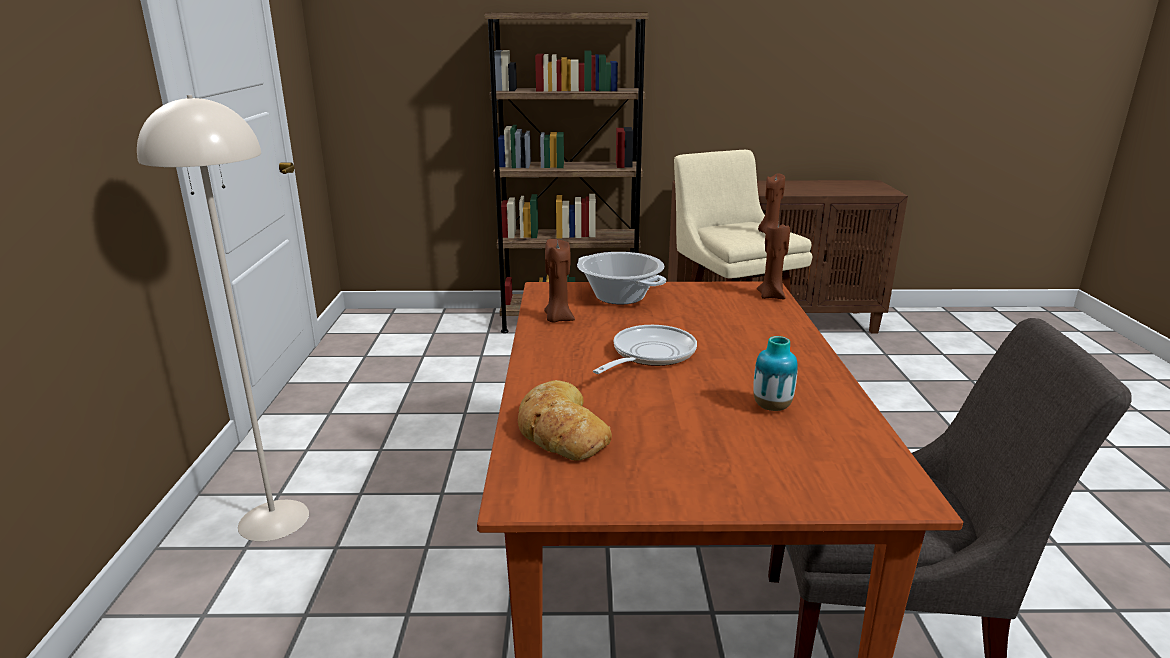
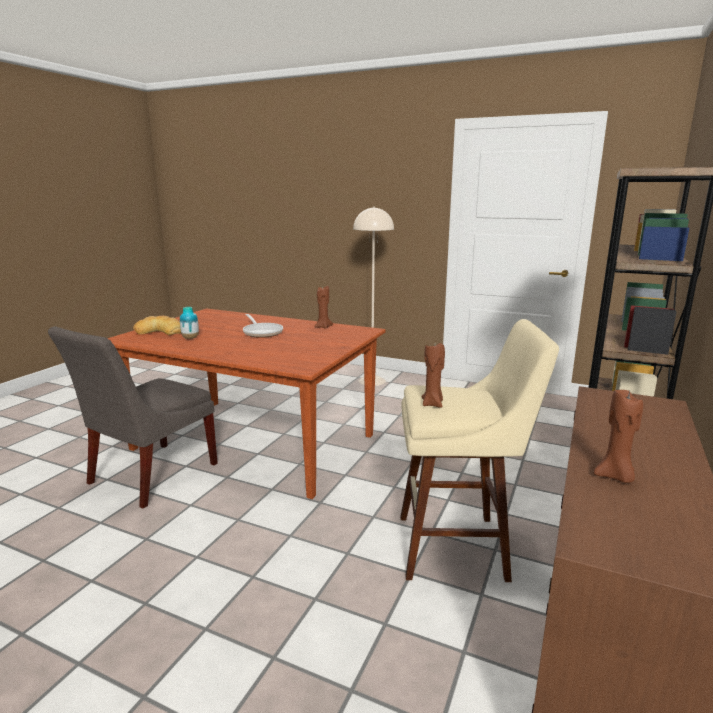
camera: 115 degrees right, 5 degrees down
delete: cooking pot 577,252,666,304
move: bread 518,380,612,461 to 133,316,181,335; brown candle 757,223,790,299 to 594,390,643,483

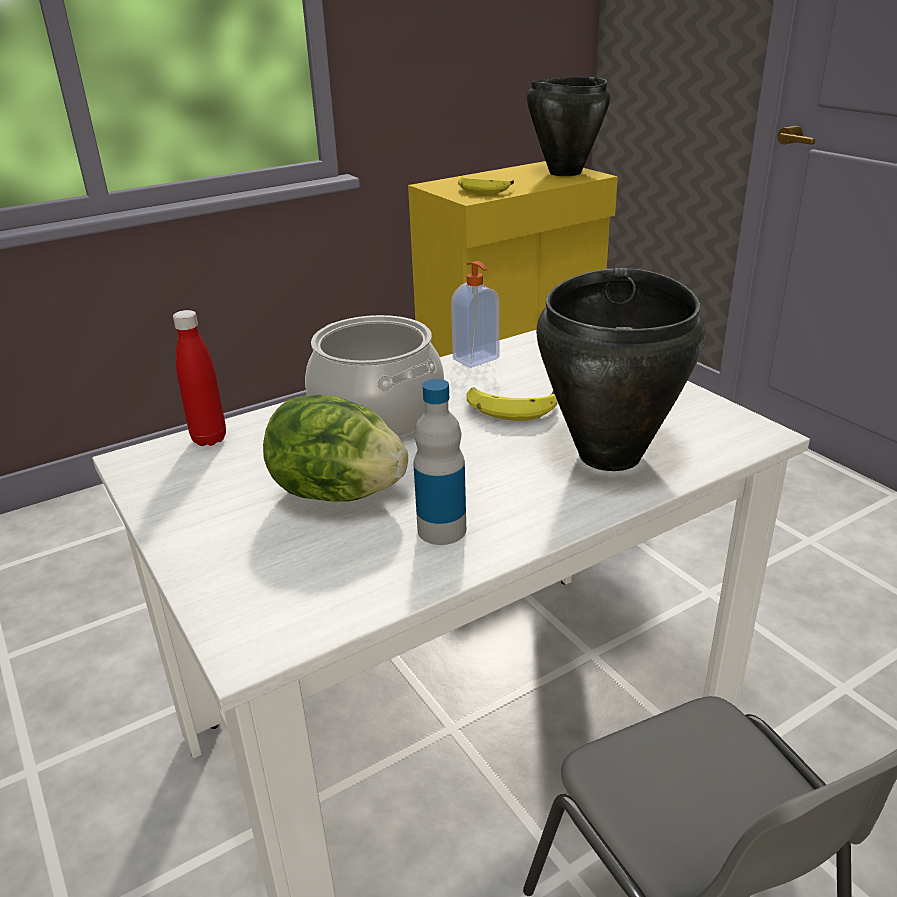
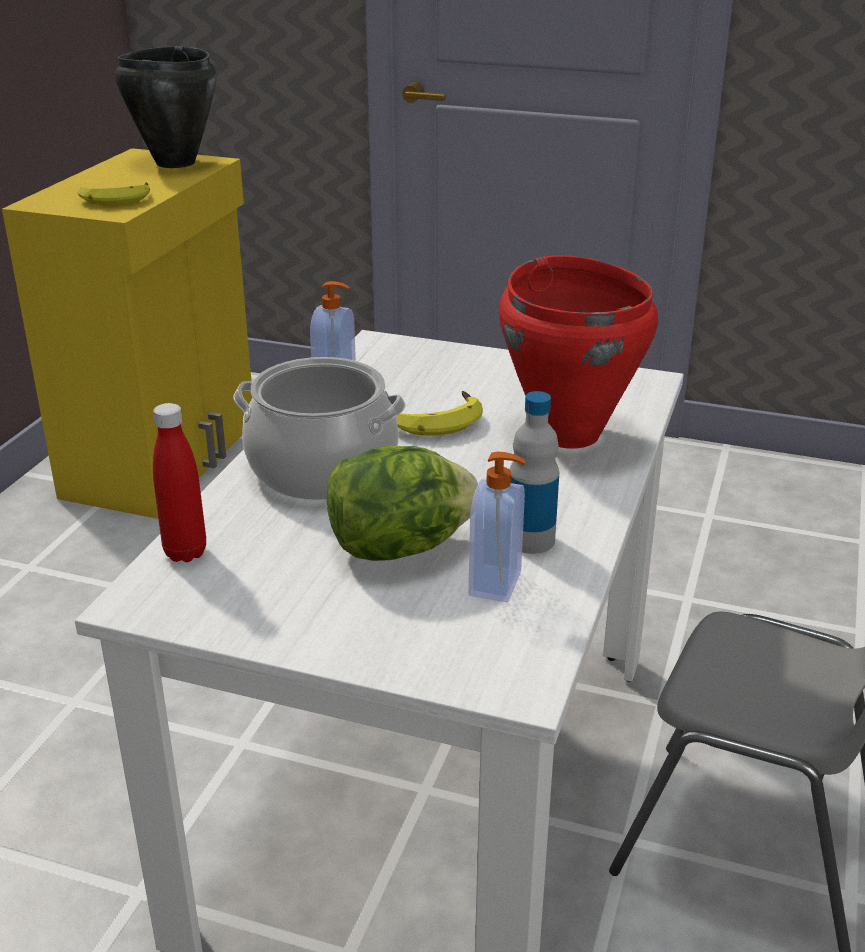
camera: 40 degrees left, 0 degrees up
insert: soap dispenser 469,452,526,602
recolor: black cooking pot 536,268,705,471 to red cooking pot 499,255,658,449

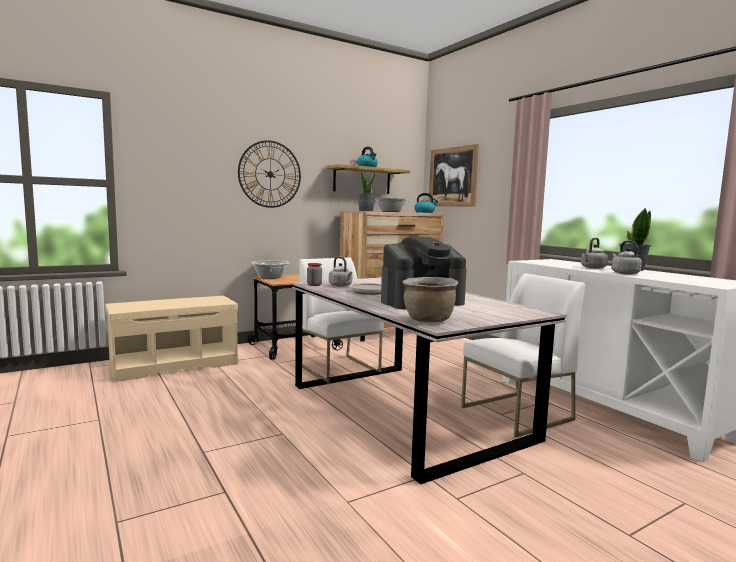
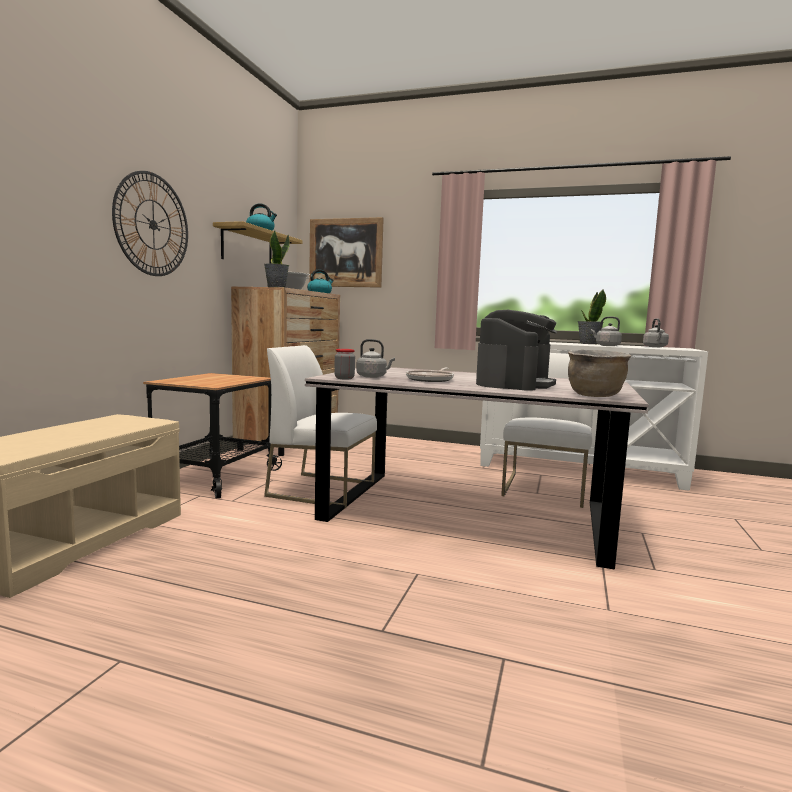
camera: 40 degrees left, 0 degrees up
delete: cooking pot 251,261,289,279
move: grey kettle 581,238,608,269 to 643,318,669,347

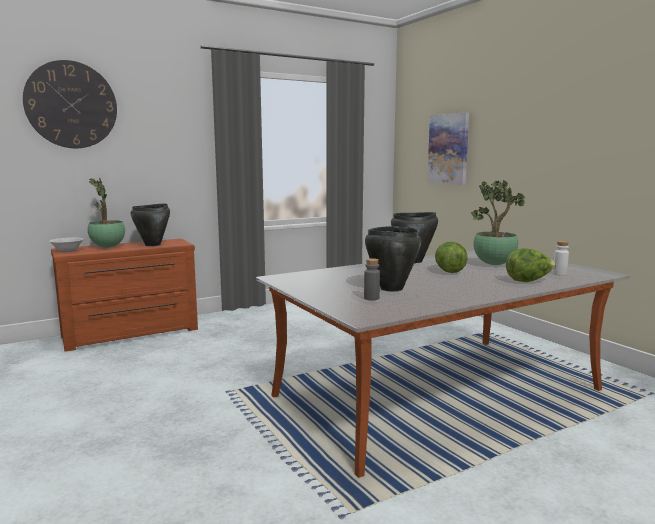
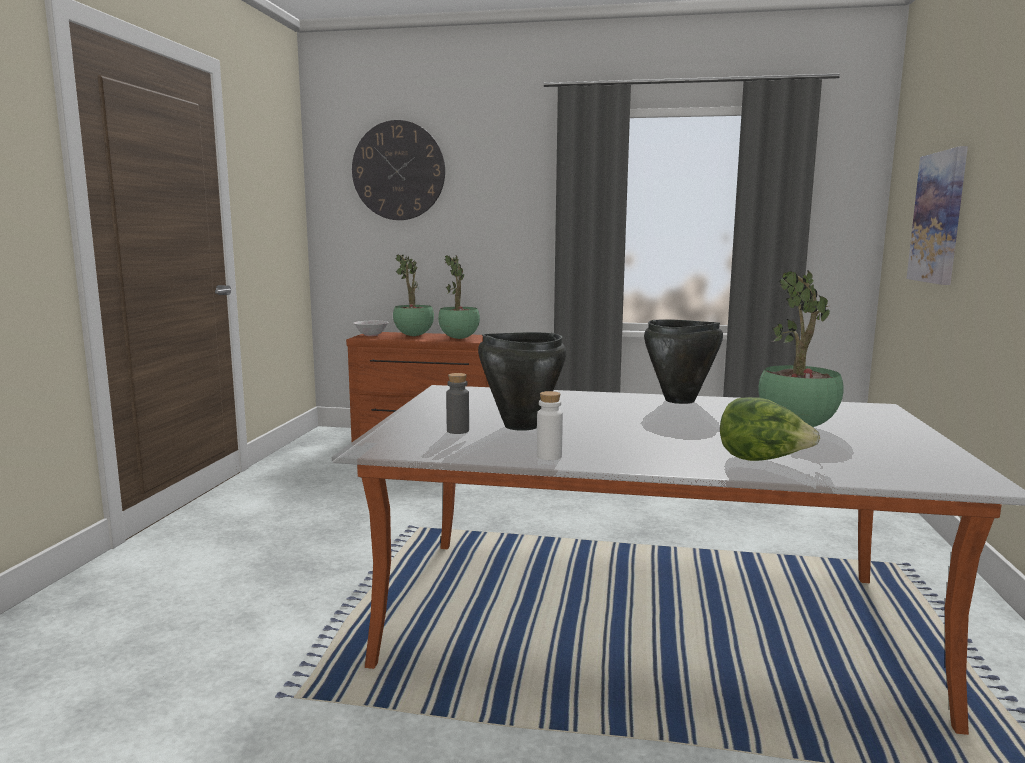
camera: 40 degrees right, 0 degrees up
delete: lettuce 435,242,468,273
move: white bottle 553,241,569,276 to 537,391,563,460
replace: black cooking pot 131,203,170,246 to potted plant 438,255,480,339

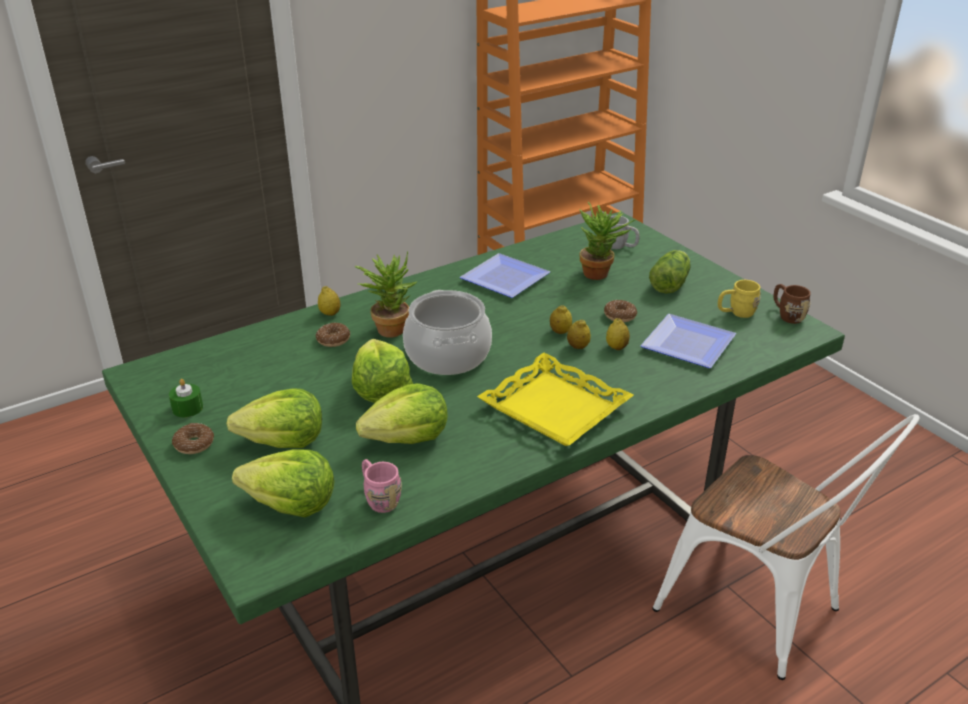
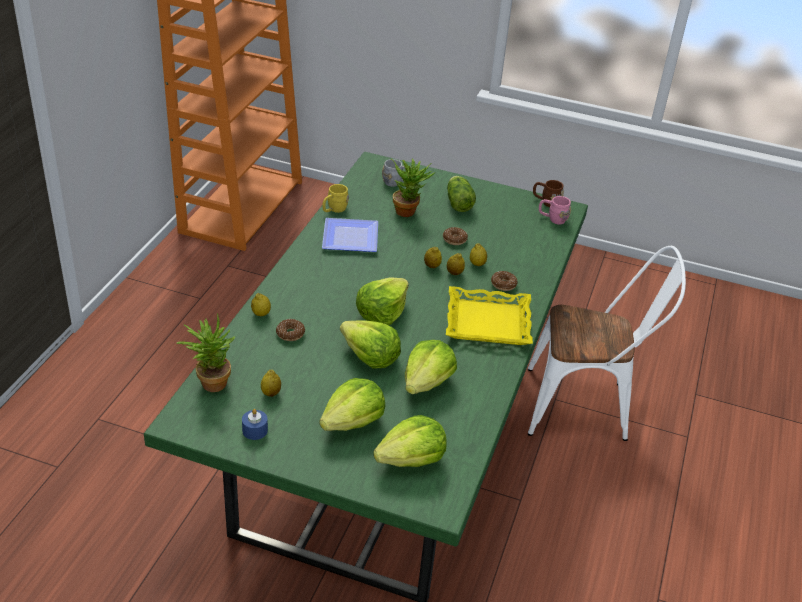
camera: 40 degrees left, 5 degrees up
delete: plate 640,314,736,368
insert: lemon 261,370,281,397
move: donut 172,423,214,454 to 491,271,518,291; potted plant 355,251,417,338 to 177,314,236,392; pink mug 362,459,402,513 to 539,196,571,224; yellow mug 718,280,761,318 to 322,184,349,213
replace: cooking pot 403,290,492,375 to lettuce 356,277,409,325
recolor: green candle 169,379,203,418 to blue candle 242,409,268,440

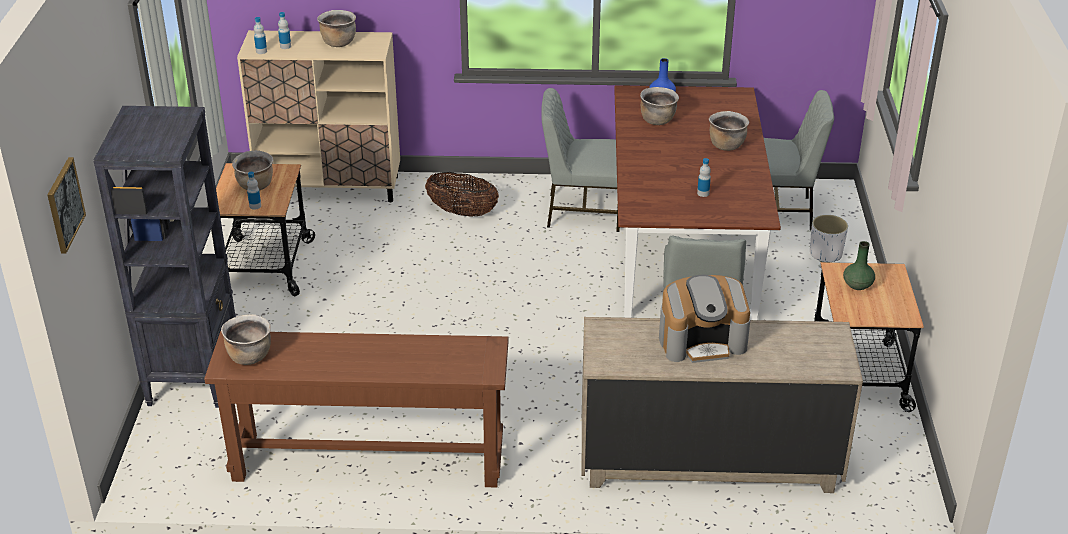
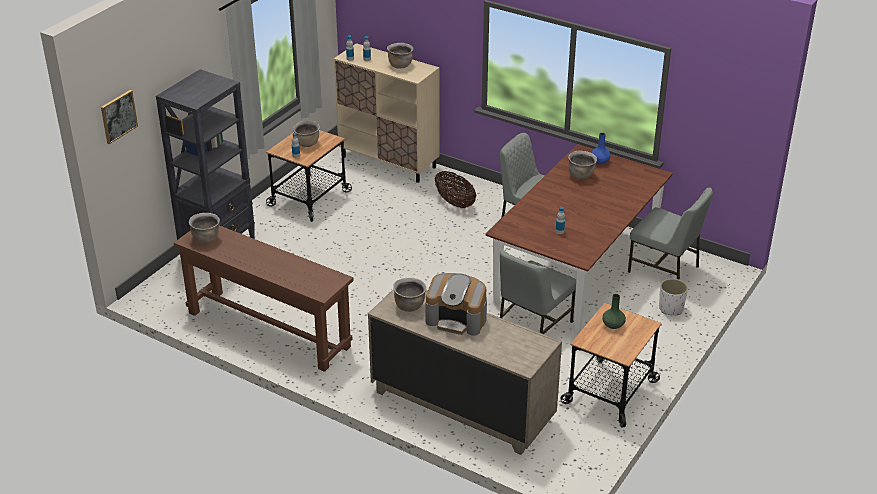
camera: 30 degrees right, 0 degrees up
move: brown cooking pot 709,111,749,151 to 393,278,426,312

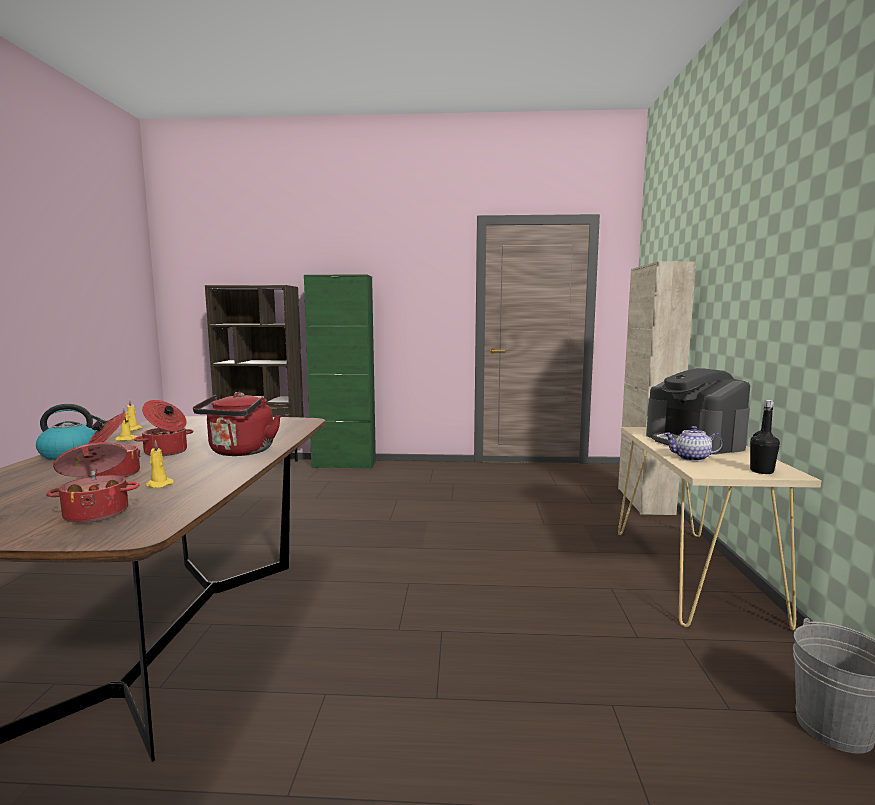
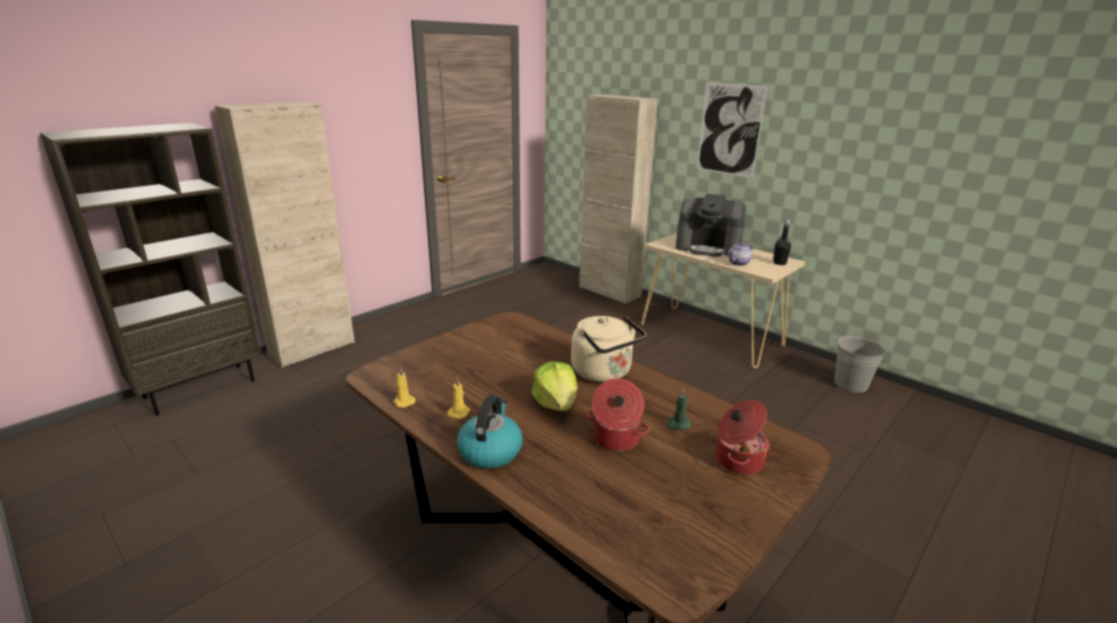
camera: 50 degrees left, 15 degrees up
insert: picture 697,82,768,178
replace: cooking pot 134,400,194,456 to lettuce 532,361,578,411
recolor: yellow candle 145,440,174,488 to green candle 667,388,691,430; red kettle 193,392,281,456 to beige kettle 571,316,646,382; green cabinet 304,274,376,469 to beige cabinet 214,101,355,368

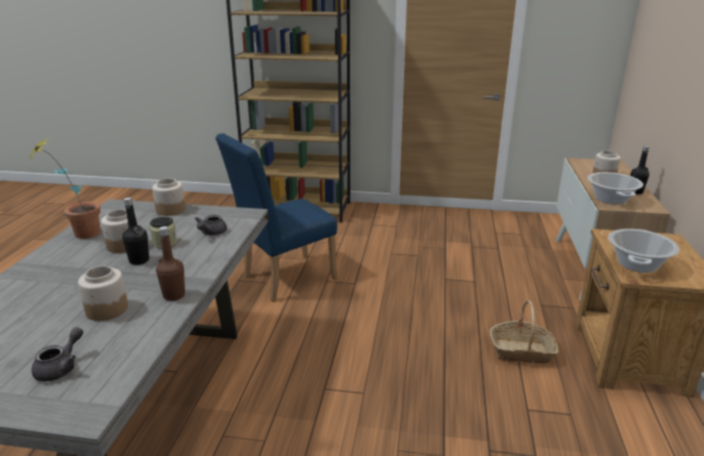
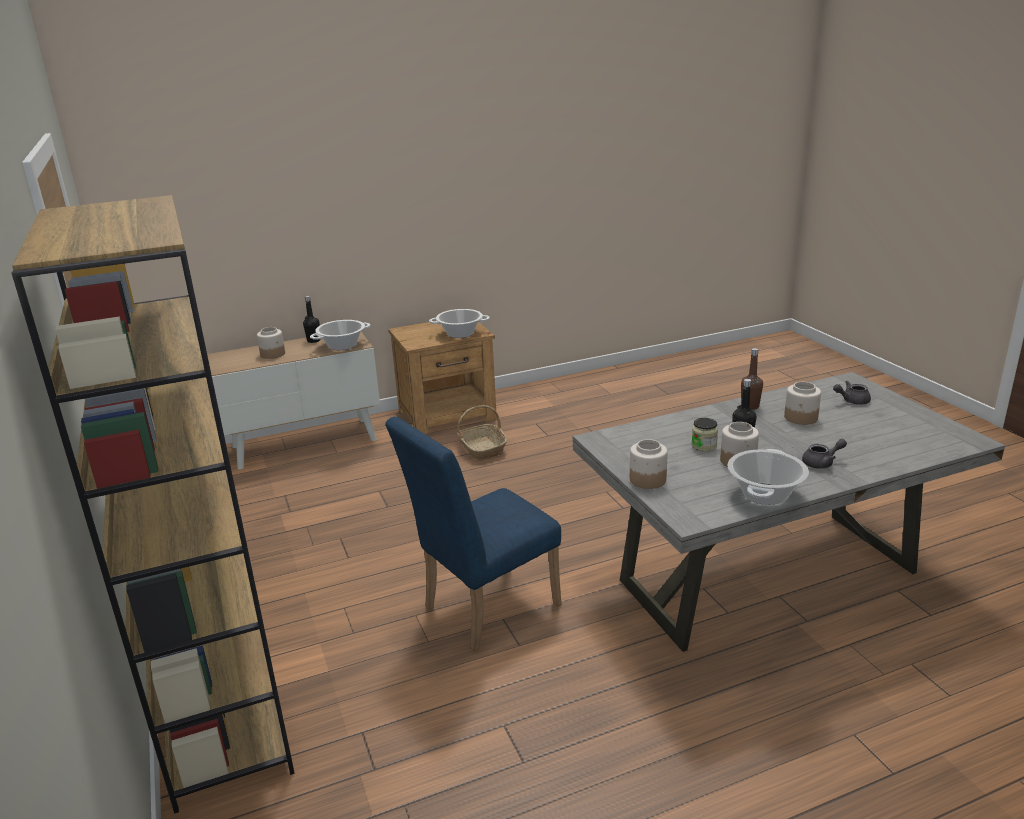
camera: 120 degrees left, 0 degrees up
move: grey teapot 195,215,227,235 to 802,439,847,469
replace: potted plant 27,137,101,239 to cooking pot 727,449,809,505
rotate: blue chair 216,133,337,302 = 385,416,561,651 120 degrees clockwise

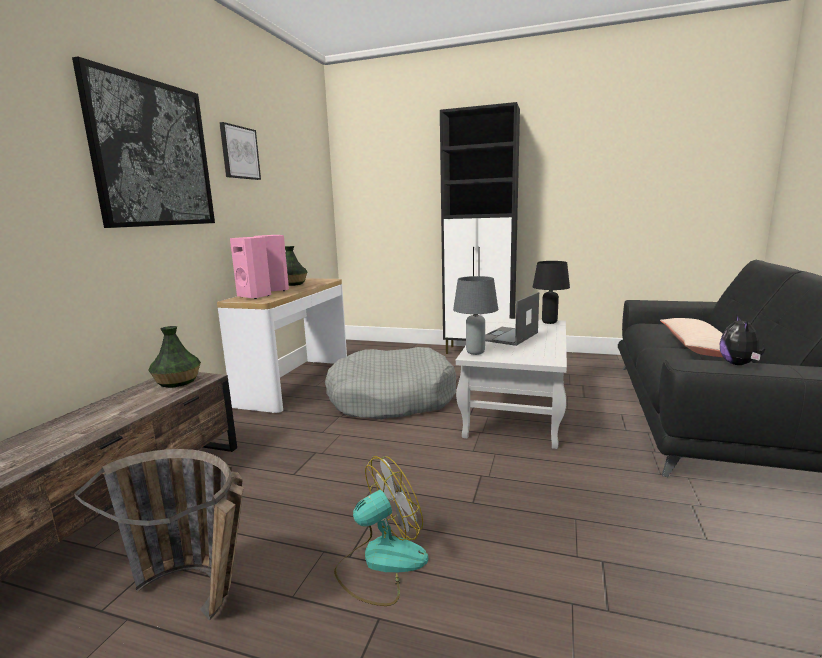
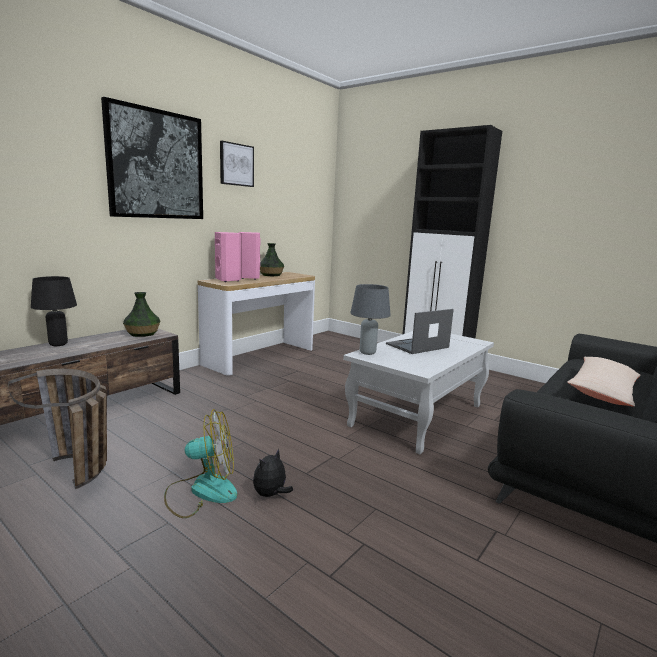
camera: 20 degrees right, 0 degrees up
delete: grey dog bed 325,347,456,420
move: black table lamp 533,261,570,324 to 31,276,77,346; plush toy 720,315,765,365 to 253,449,293,497

